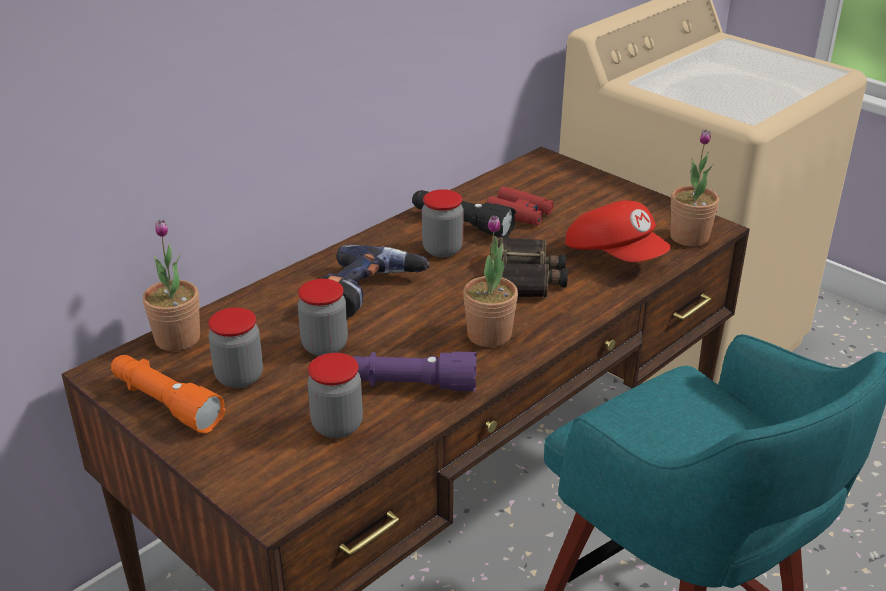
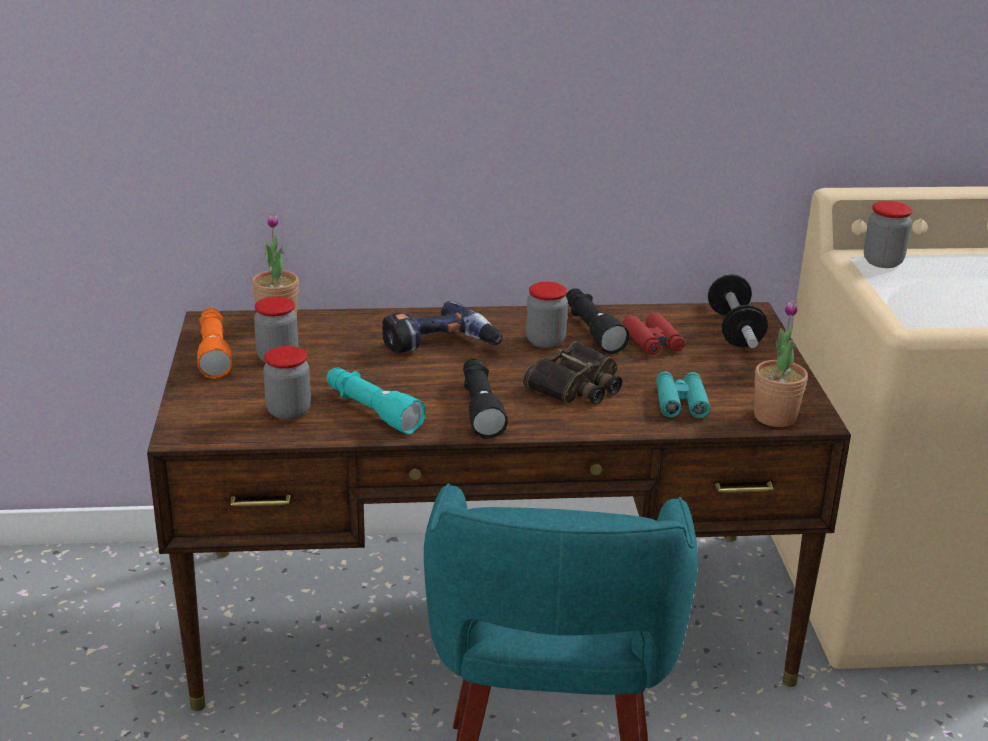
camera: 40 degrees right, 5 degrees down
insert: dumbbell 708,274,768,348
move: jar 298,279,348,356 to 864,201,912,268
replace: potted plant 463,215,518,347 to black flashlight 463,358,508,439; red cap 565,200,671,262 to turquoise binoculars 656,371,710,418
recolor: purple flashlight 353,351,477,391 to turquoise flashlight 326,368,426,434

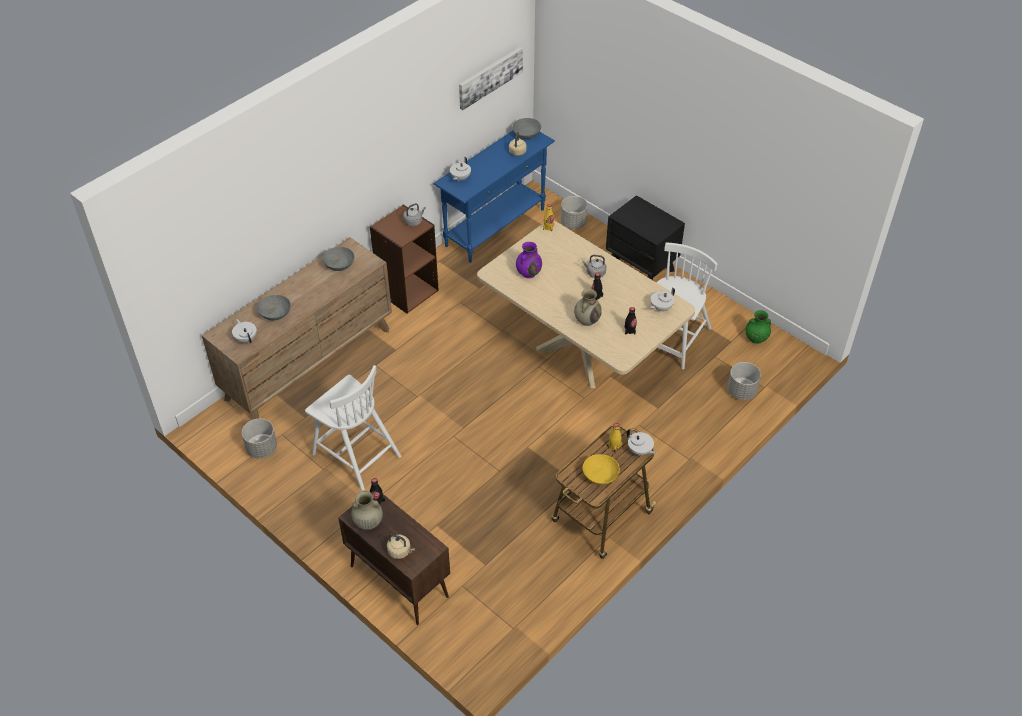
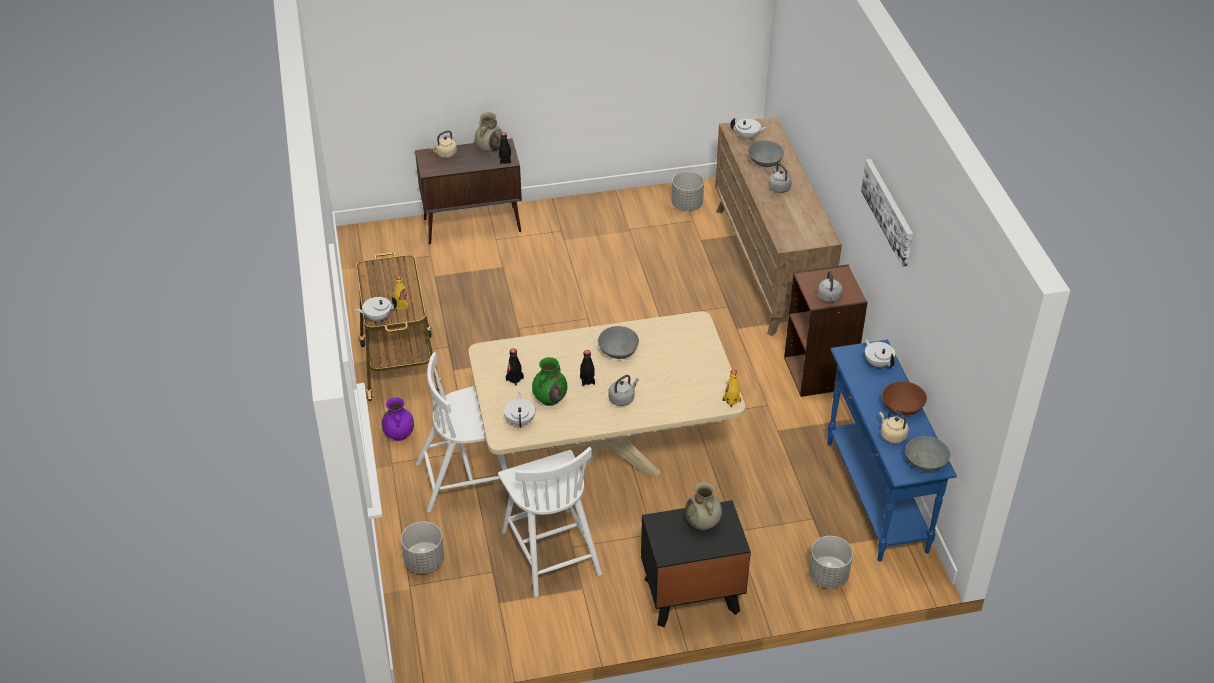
camera: 125 degrees right, 5 degrees down
delete: yellow bowl 582,454,620,485
insert: grey kettle 769,164,792,193; brown bowl 882,381,927,415
move: white chair 305,365,401,491 to 416,353,507,512; grey bowl 322,247,355,271 to 598,326,639,359; picture 459,47,523,110 to 861,159,913,267; purple vase 516,242,542,278 to 382,397,414,441; beige vase 574,289,602,326 to 685,482,722,530; green vase 745,310,771,344 to 532,357,567,406

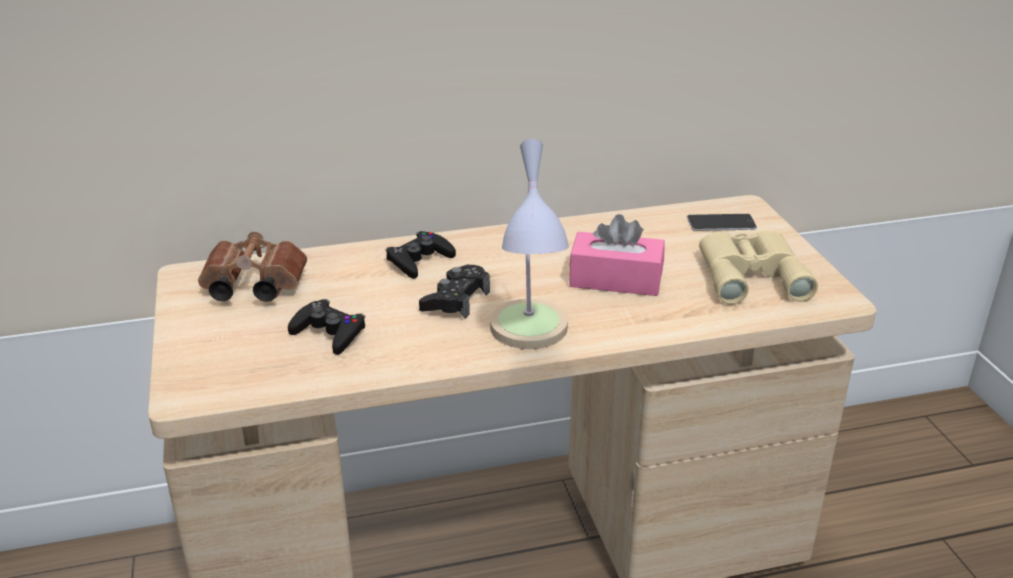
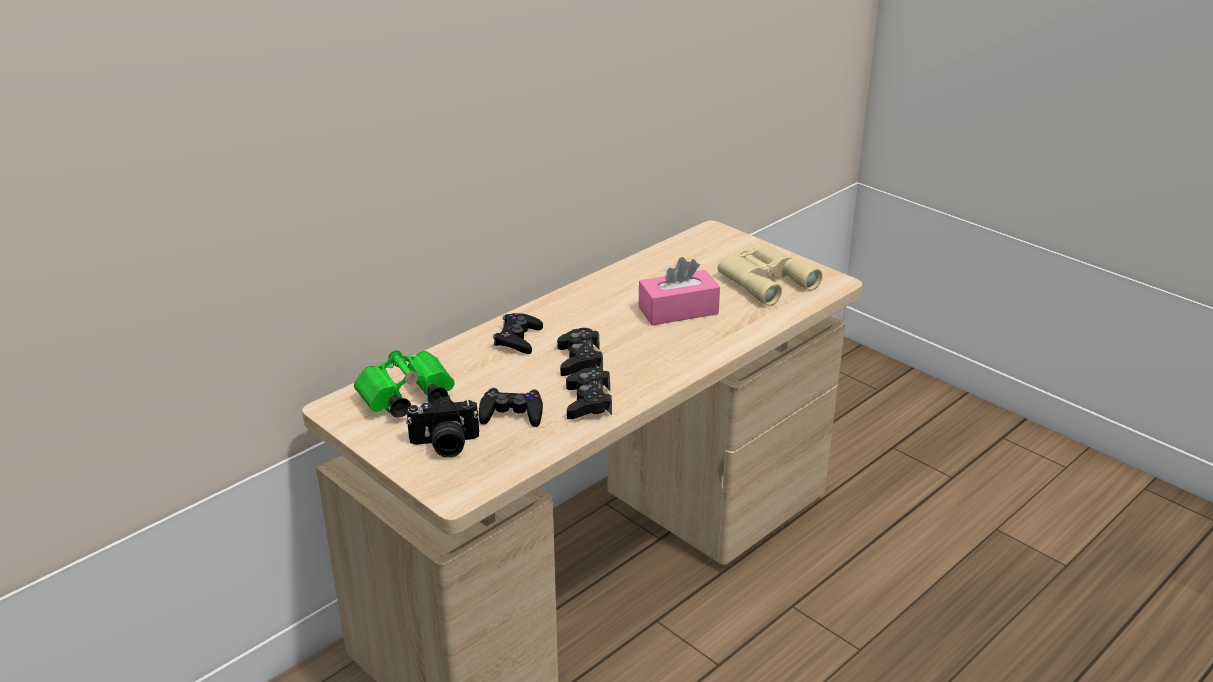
camera: 30 degrees left, 0 degrees up
delete: table lamp 490,139,569,349; phone 687,214,757,231
insert: photo camera 406,396,479,458; black game controller 566,367,612,419
recolor: brown binoculars 198,231,307,302 to green binoculars 354,350,455,418

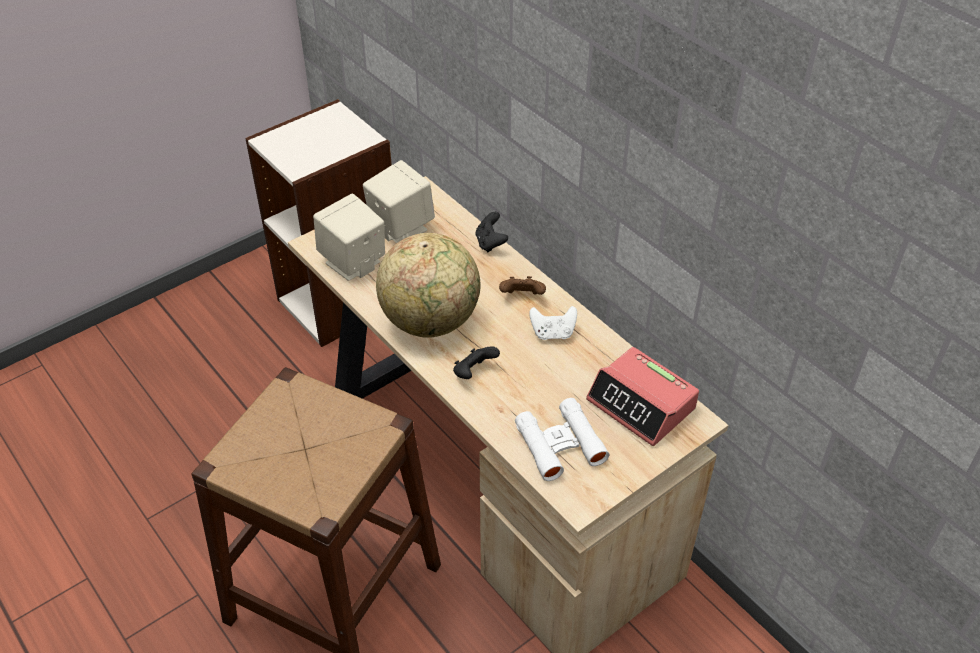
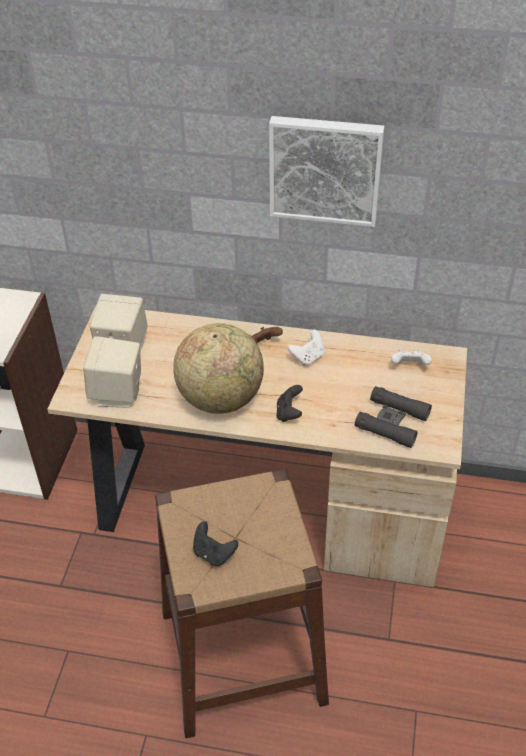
camera: 40 degrees left, 0 degrees up
insert: picture 269,116,384,227
move: black game controller 475,212,508,252 to 193,521,238,566
replace: alarm clock 586,347,699,446 to white game controller 391,349,432,365
recolor: white binoculars 515,398,609,481 to black binoculars 355,386,432,448

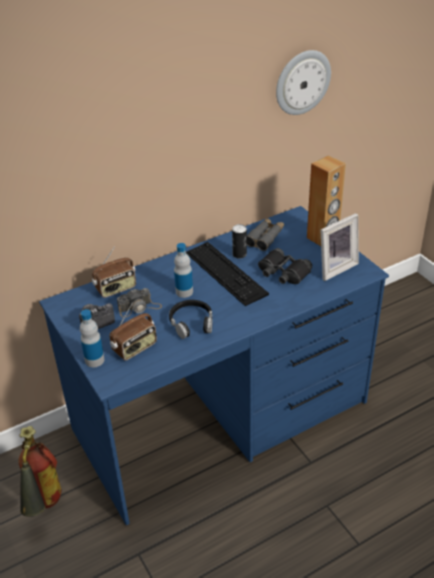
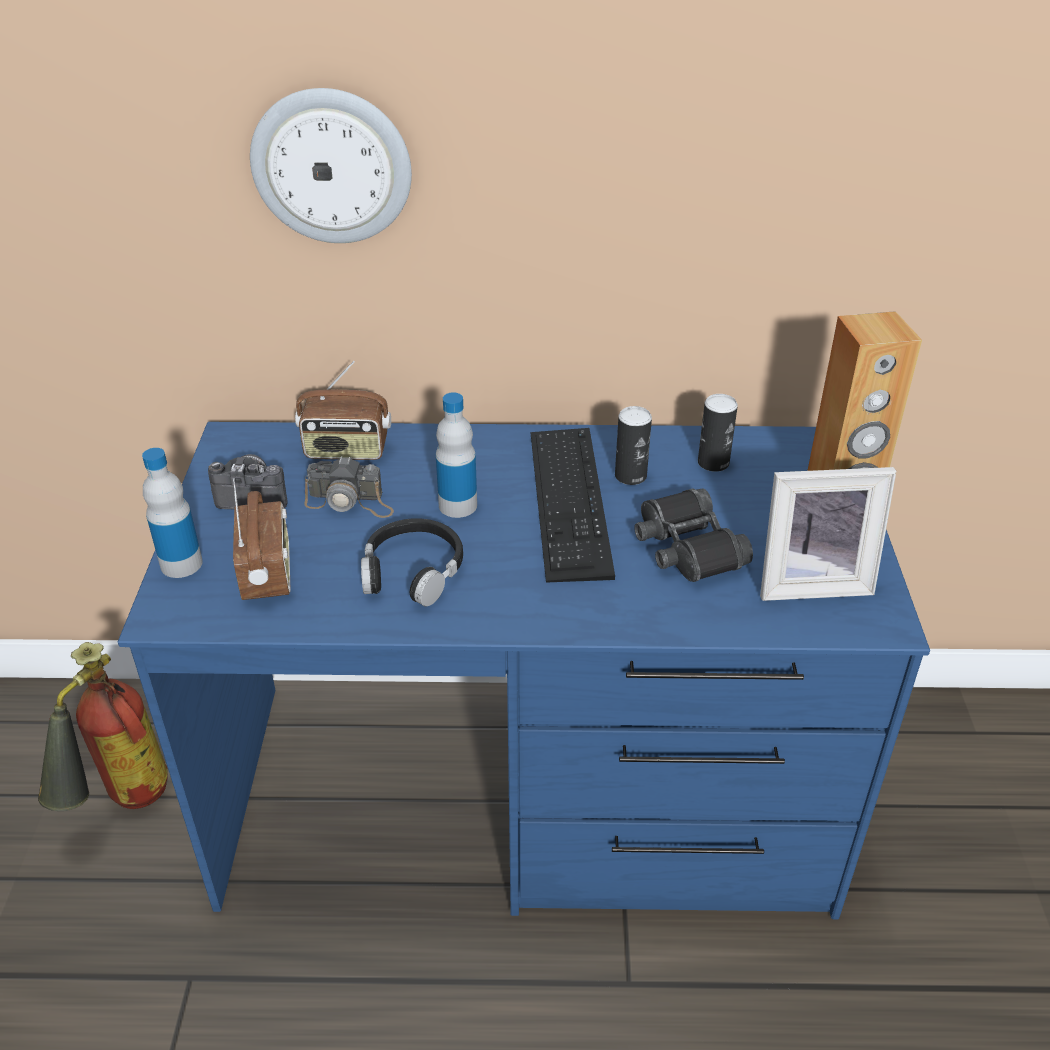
camera: 30 degrees right, 0 degrees up
move: wall clock 276,50,331,115 to 250,88,412,243
replace: grey binoculars 247,218,284,251 to can 698,394,738,472
rotate: radio 109,303,157,361 = 233,478,291,600 90 degrees counterclockwise

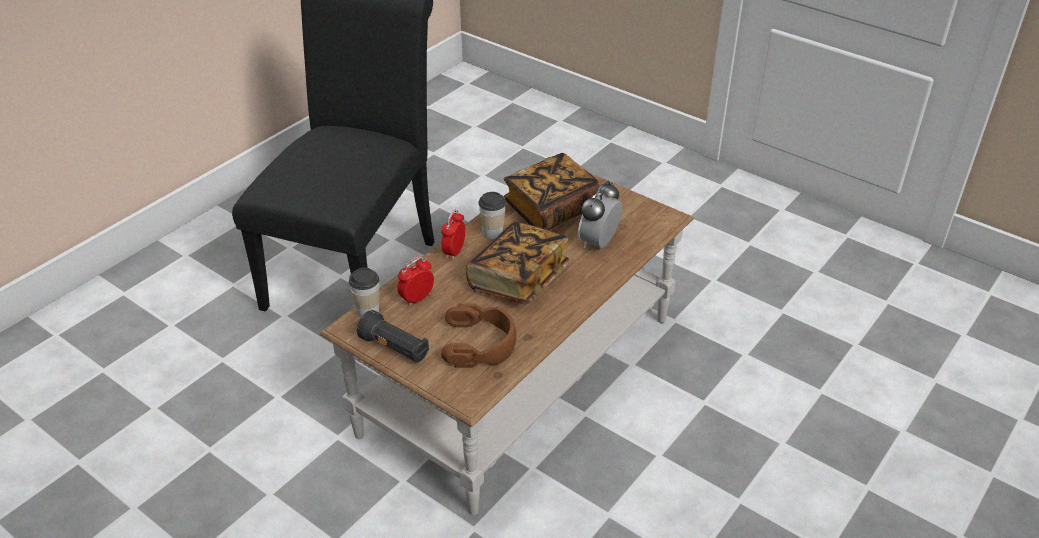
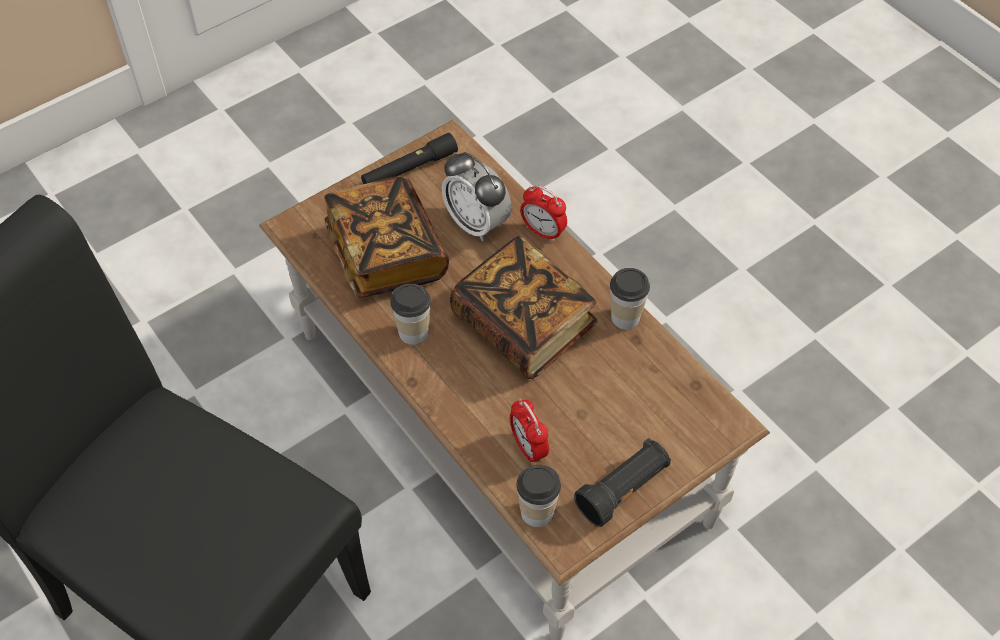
camera: 75 degrees left, 15 degrees up
delete: brown headphones 441,303,516,368
insert: black flashlight 361,133,458,184; cup 610,268,650,330
move: alarm clock 441,210,465,260 to 520,185,567,242

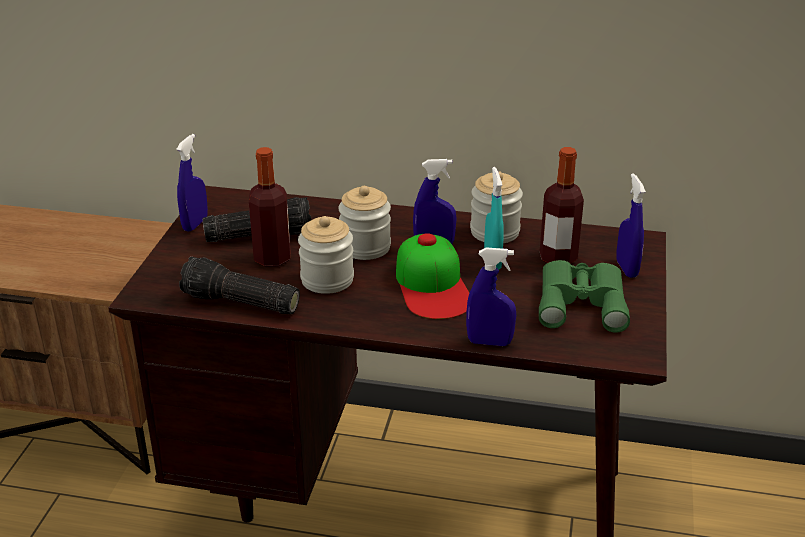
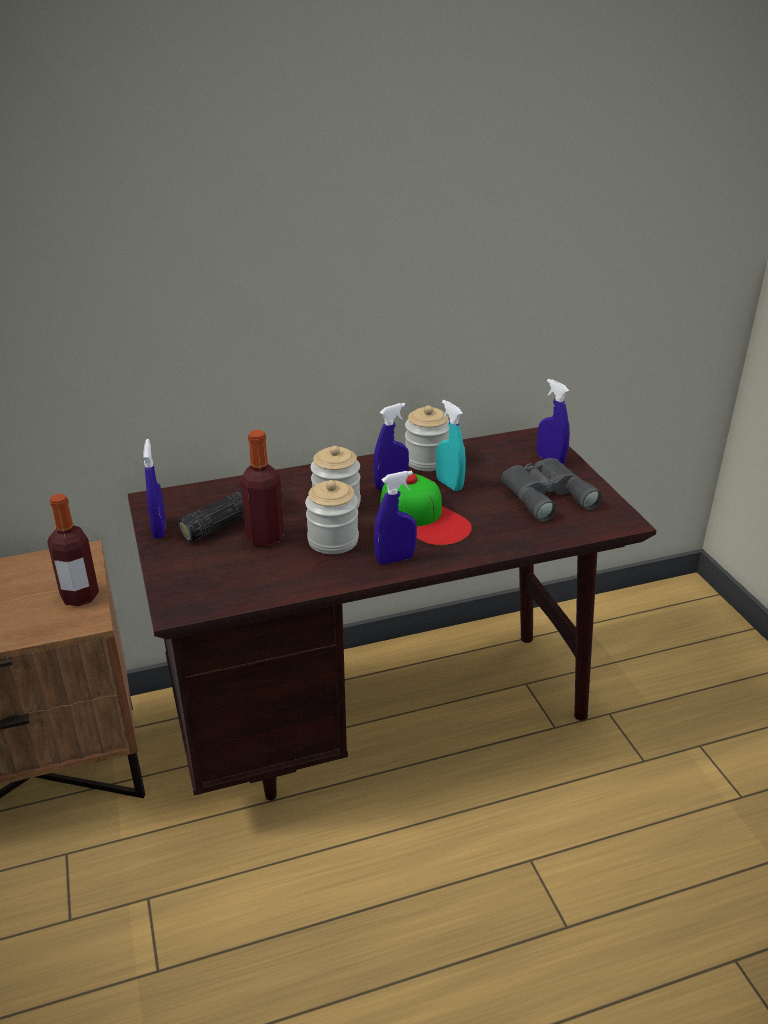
camera: 30 degrees left, 0 degrees up
delete: flashlight 179,257,300,314
move: blue spray bottle 466,247,516,346 to 374,471,417,565; bottle 540,147,584,264 to 47,494,99,606
recolor: green binoculars 539,260,630,333 to grey binoculars 501,458,602,522

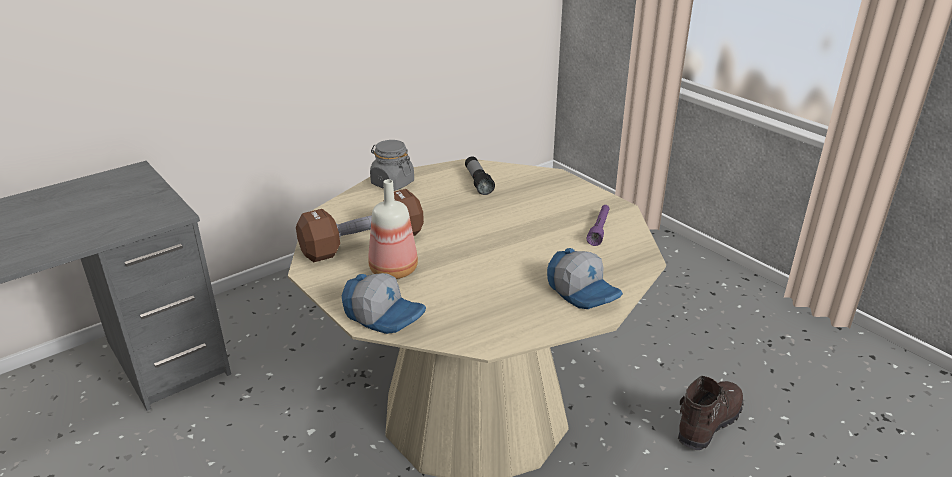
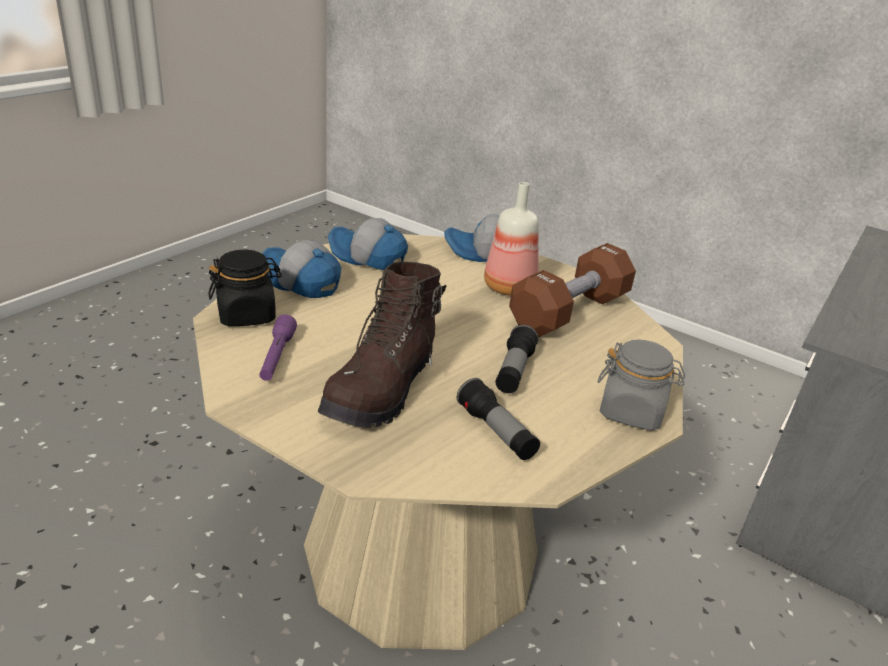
camera: 160 degrees right, 0 degrees up
insert: black jar 208,249,282,326; cap 328,218,408,270; flashlight 495,325,538,393
move: brown boot 678,376,743,450 to 318,262,446,428

